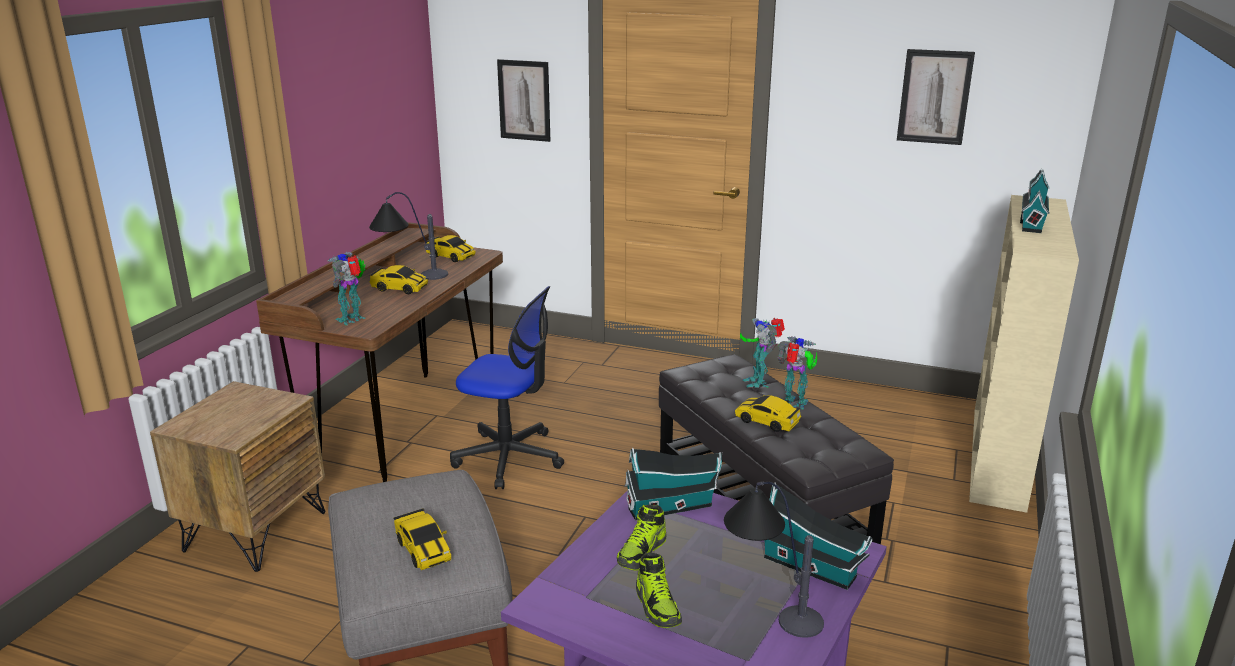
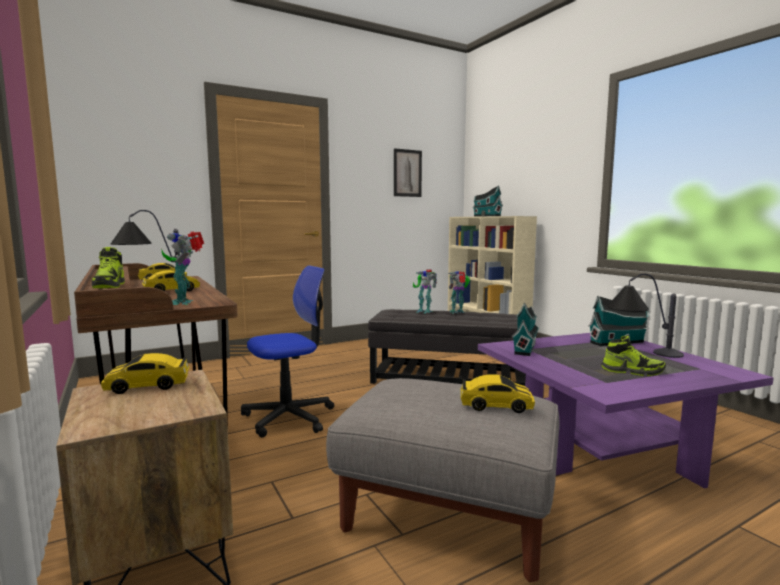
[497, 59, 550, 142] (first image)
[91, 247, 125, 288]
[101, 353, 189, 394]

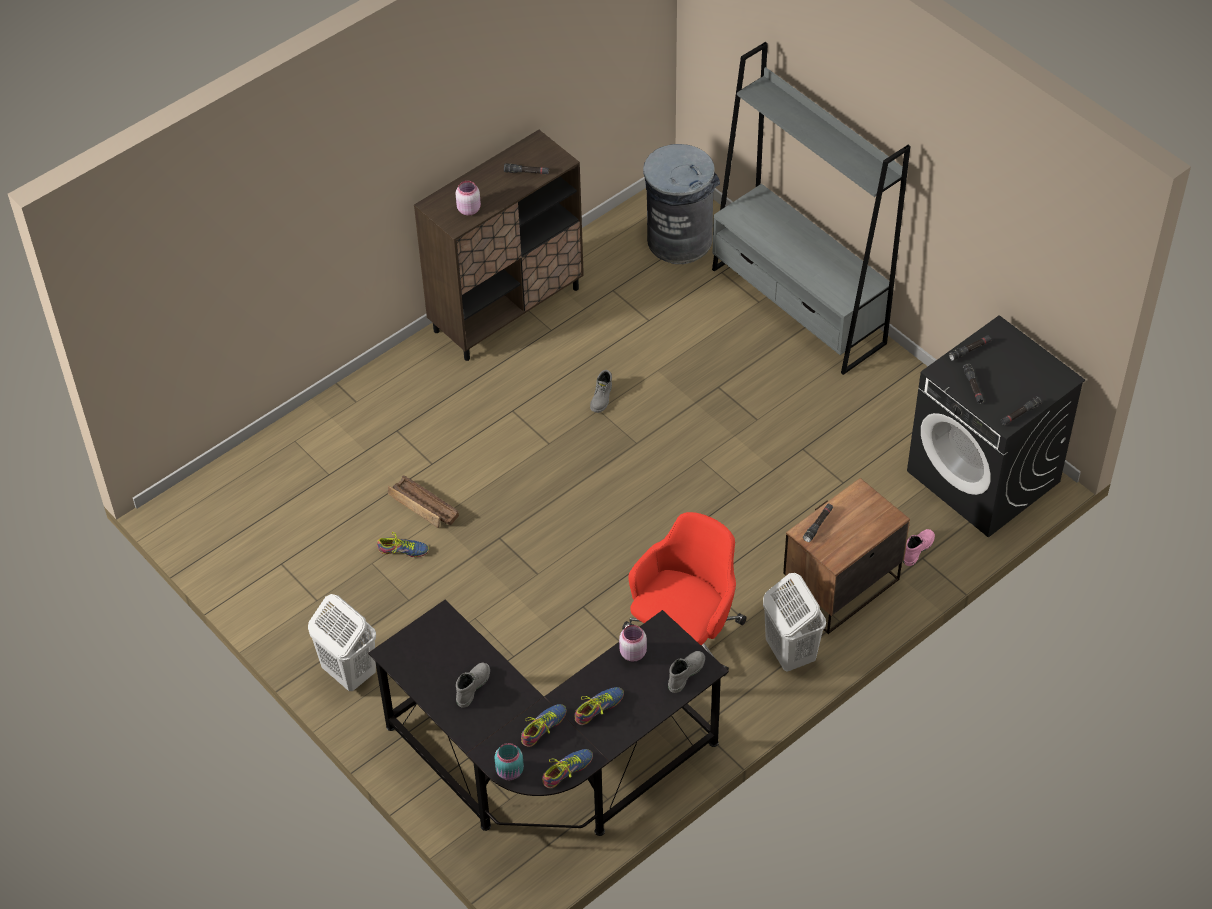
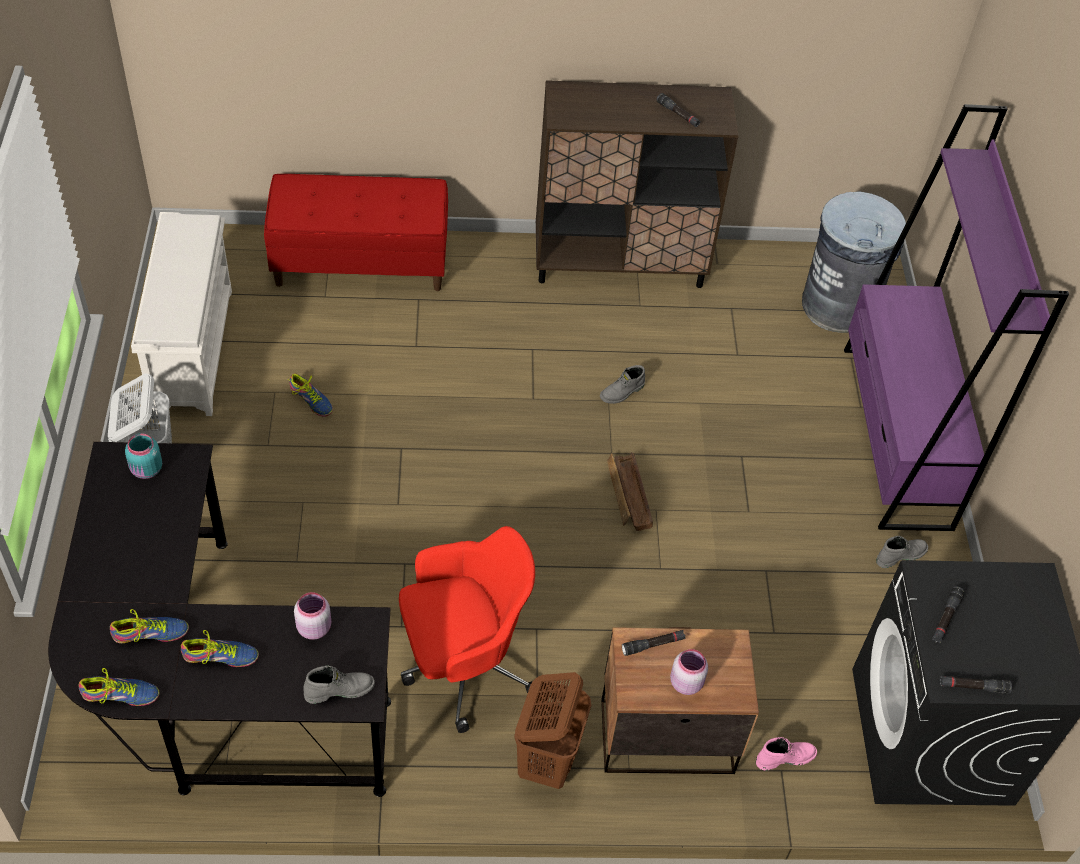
[949, 335, 991, 361] (first image)
[131, 212, 232, 416]
[264, 174, 448, 291]
[607, 452, 653, 531]
[670, 649, 708, 695]
[876, 536, 928, 568]
[125, 433, 162, 479]
[844, 104, 1069, 531]
[514, 672, 591, 789]

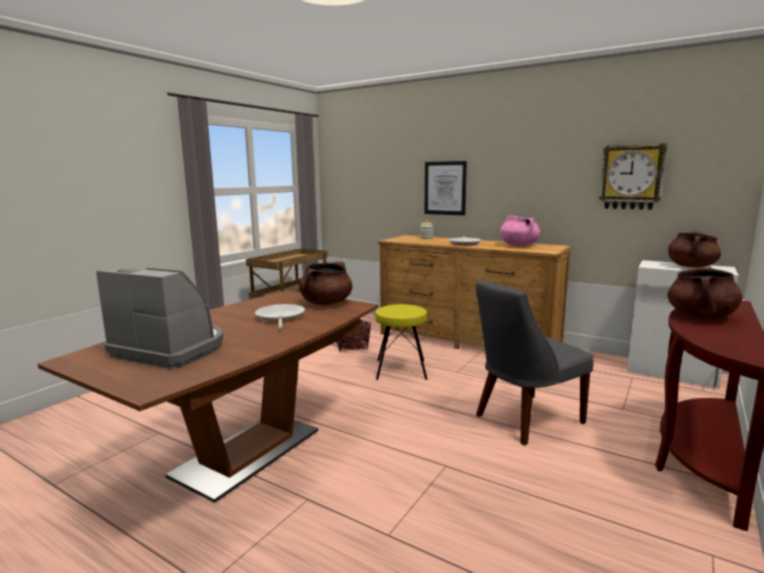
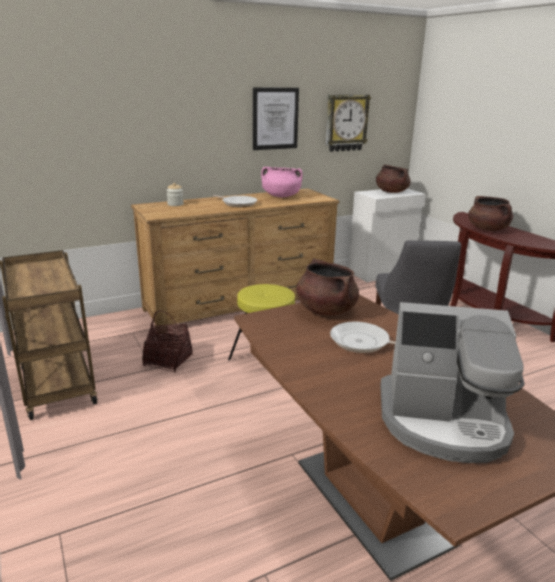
[253, 88, 299, 150]
[380, 302, 525, 463]

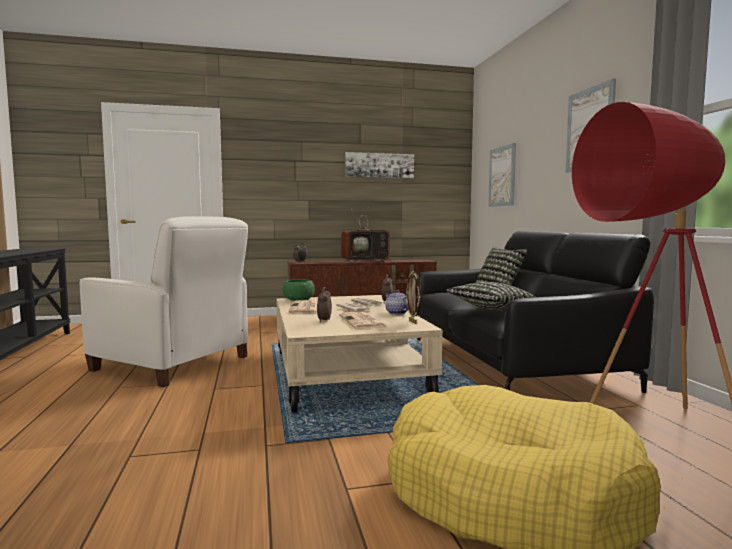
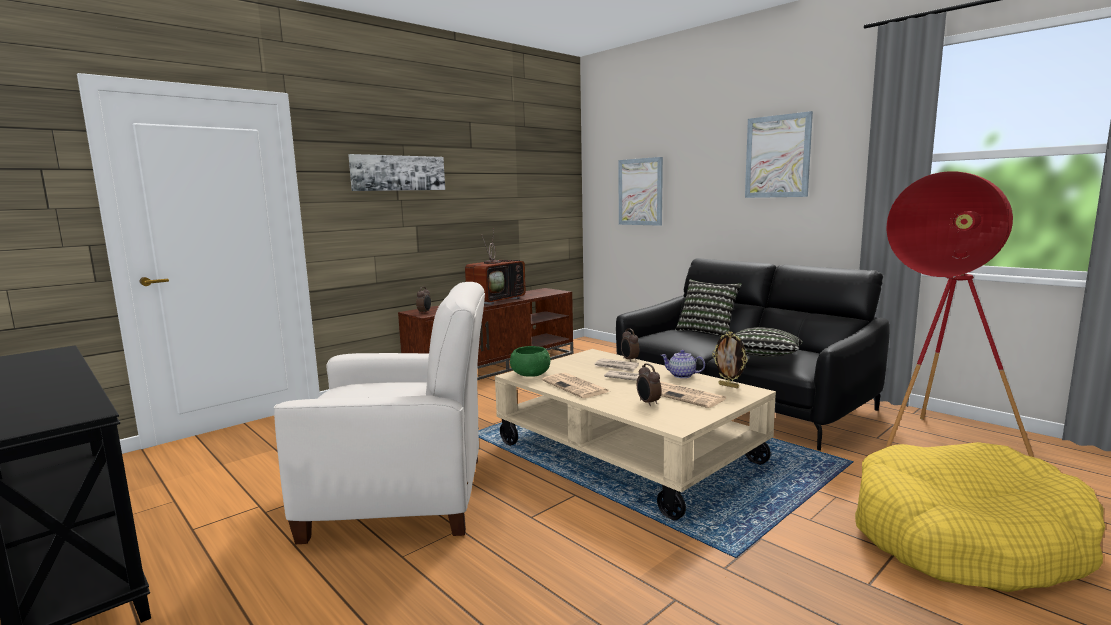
[348, 154, 445, 191]

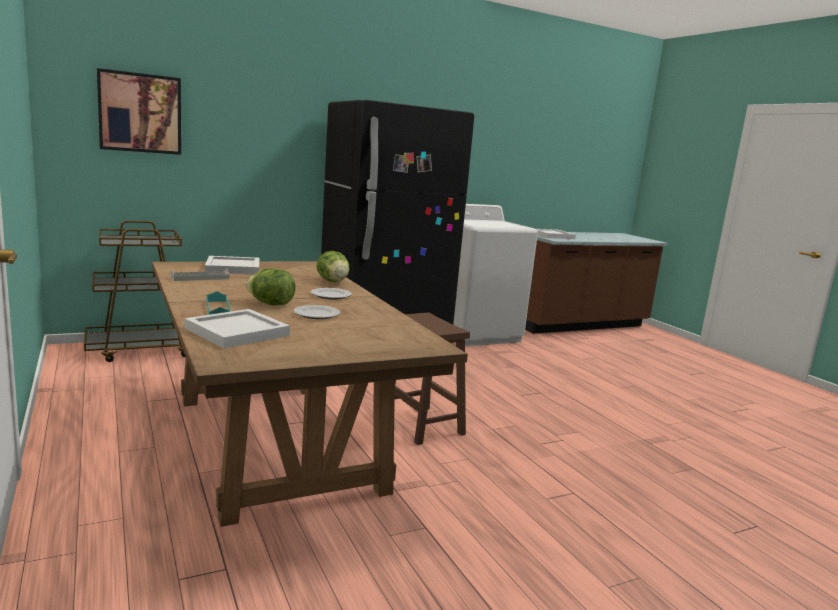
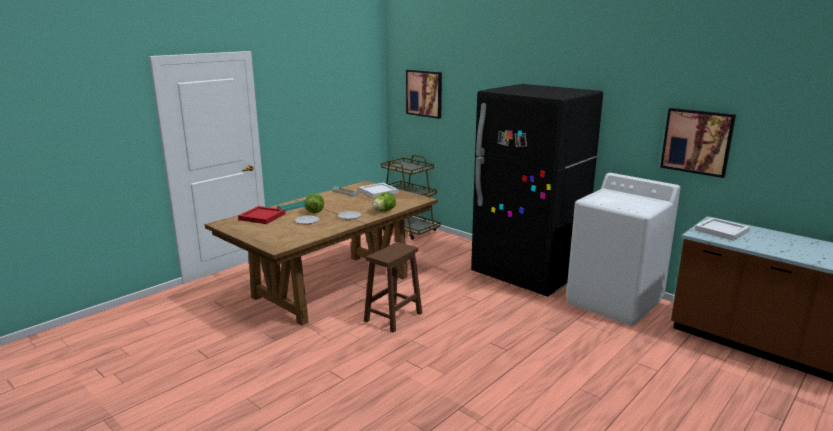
[660, 108, 736, 178]
[238, 206, 286, 224]

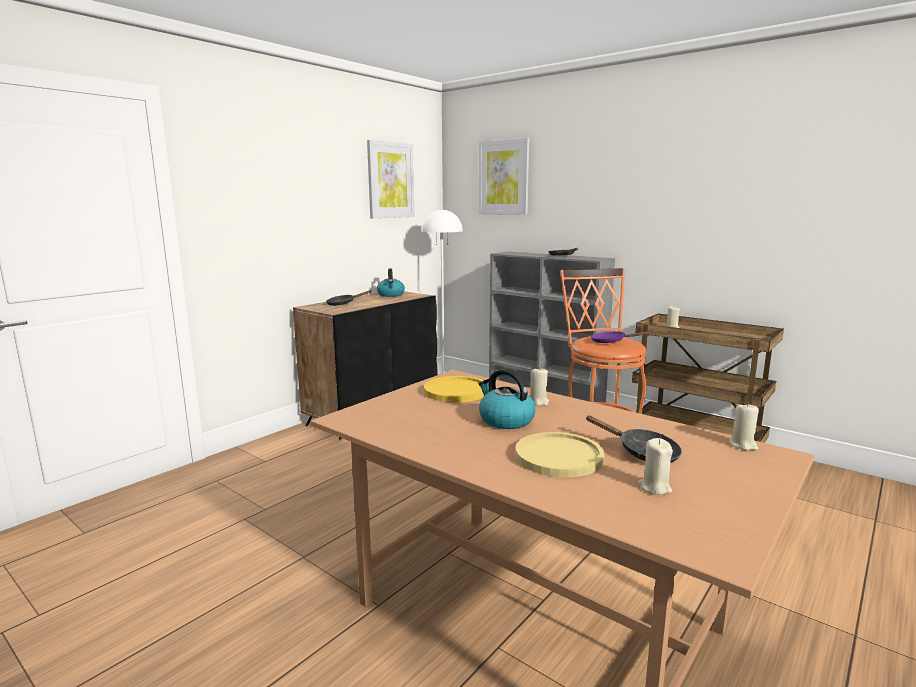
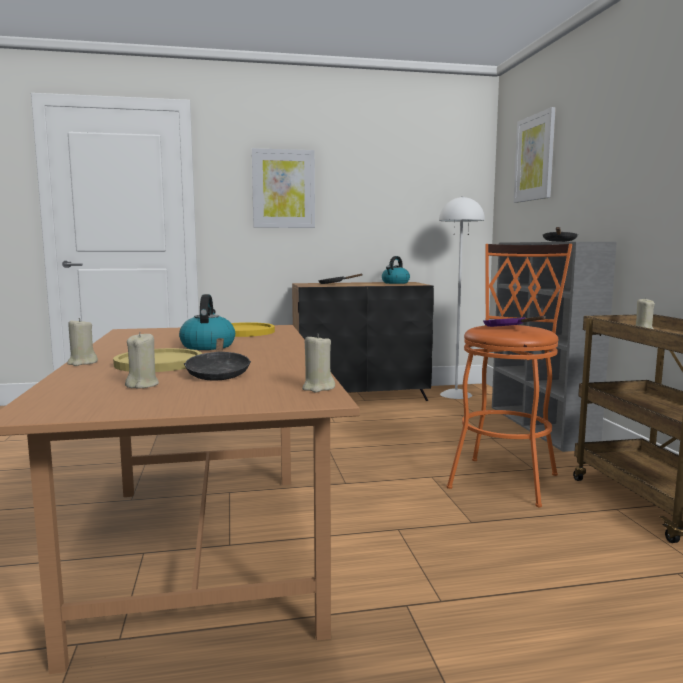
[252, 148, 315, 228]
[67, 318, 98, 366]

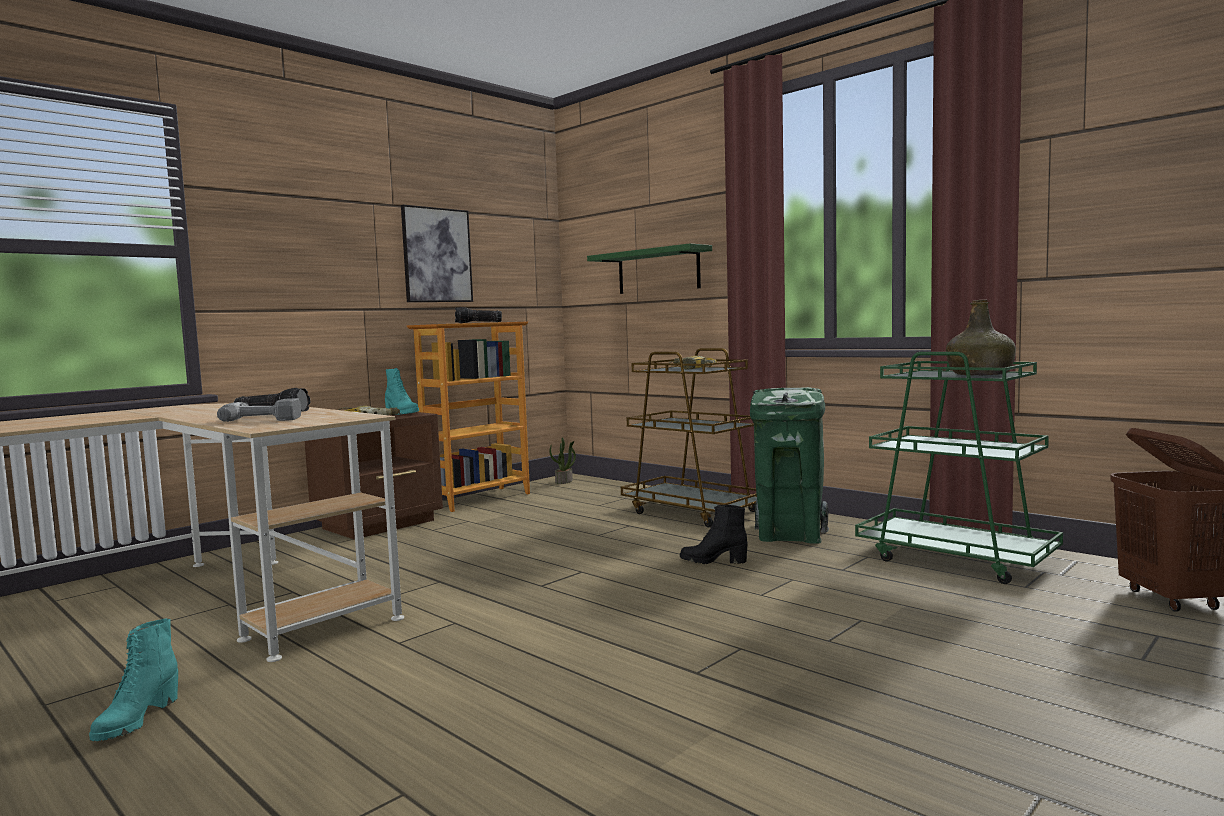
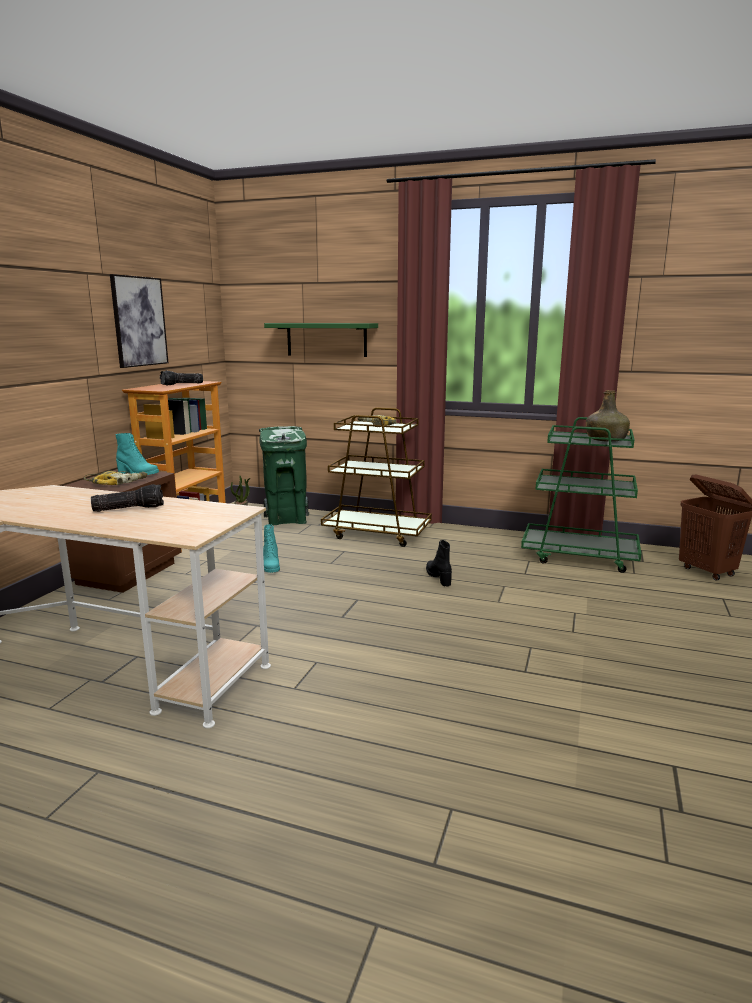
[217, 398, 301, 422] (first image)
[263, 524, 280, 573]
[259, 426, 309, 525]
[426, 540, 452, 587]

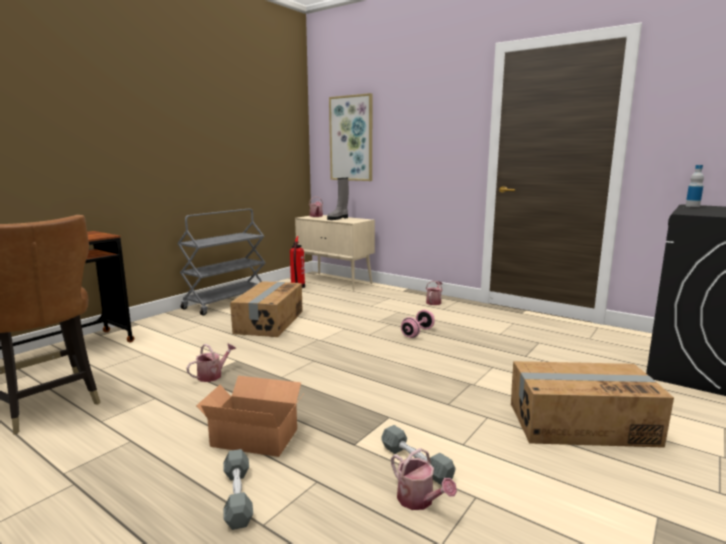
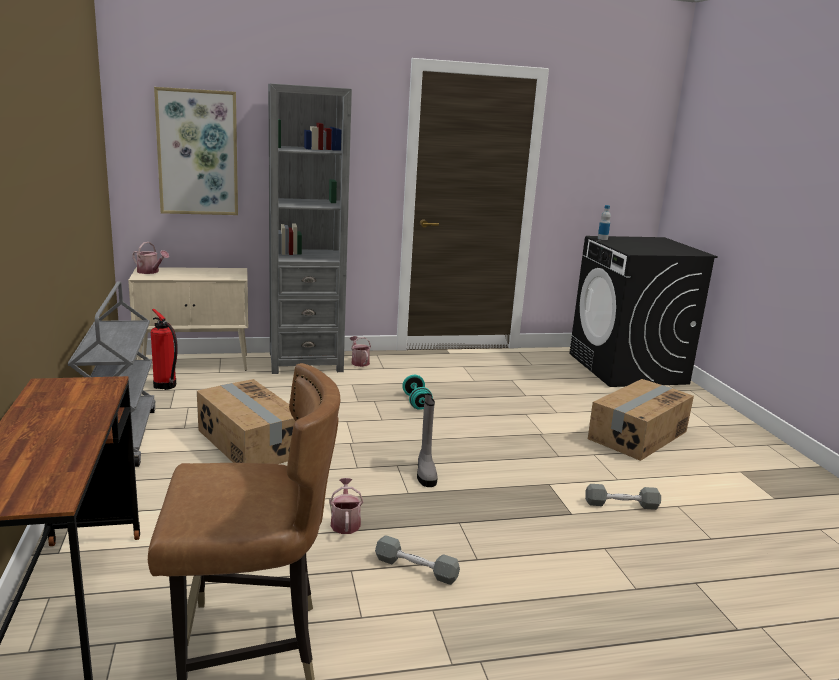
[196, 376, 303, 457] (first image)
[391, 448, 457, 510] (first image)
[268, 83, 352, 374]
[375, 535, 460, 585]
[417, 393, 438, 487]
[402, 375, 433, 410]

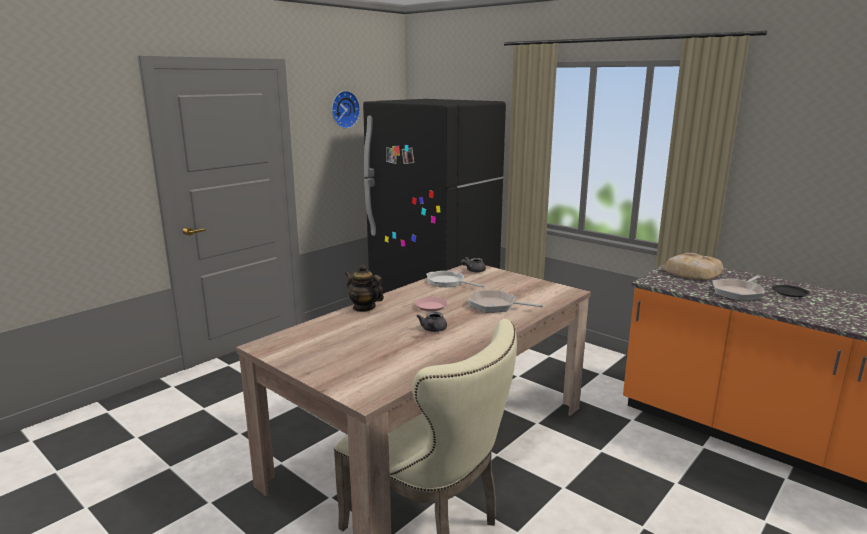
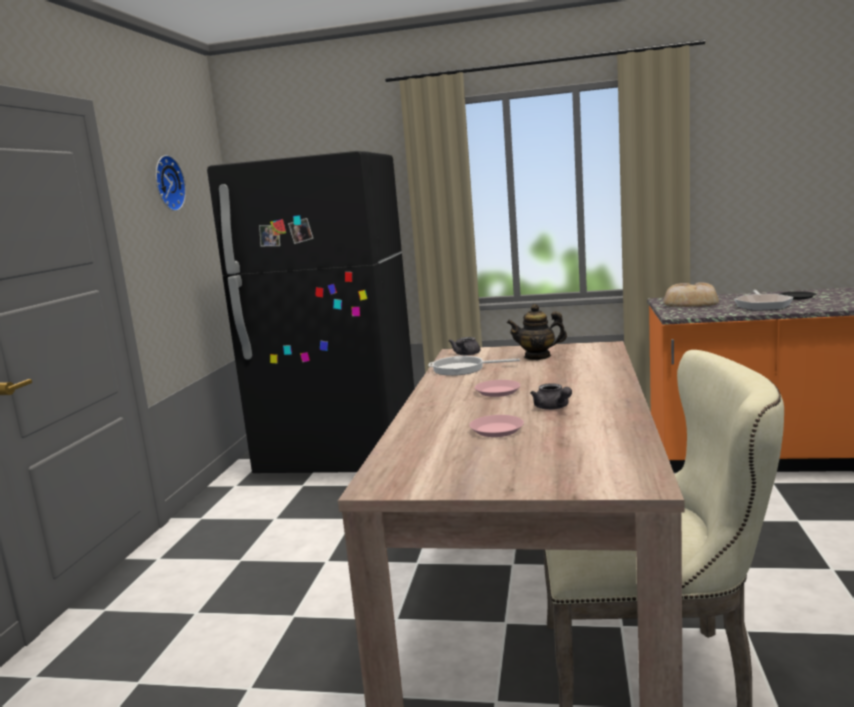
[468, 290, 544, 313] (first image)
[470, 415, 524, 437]
[507, 304, 567, 360]

